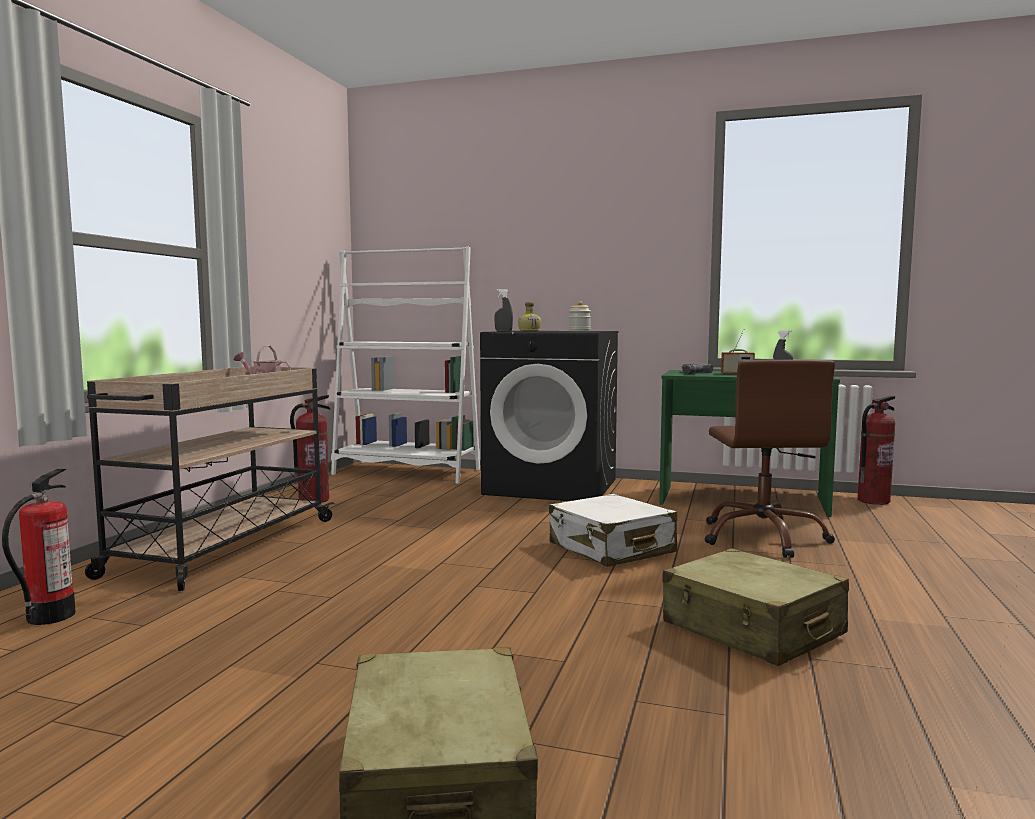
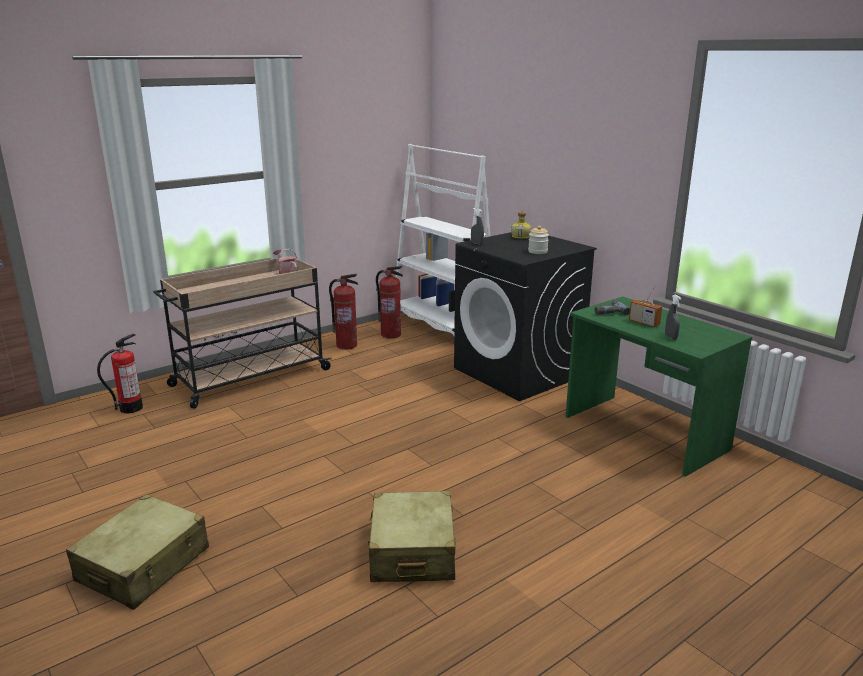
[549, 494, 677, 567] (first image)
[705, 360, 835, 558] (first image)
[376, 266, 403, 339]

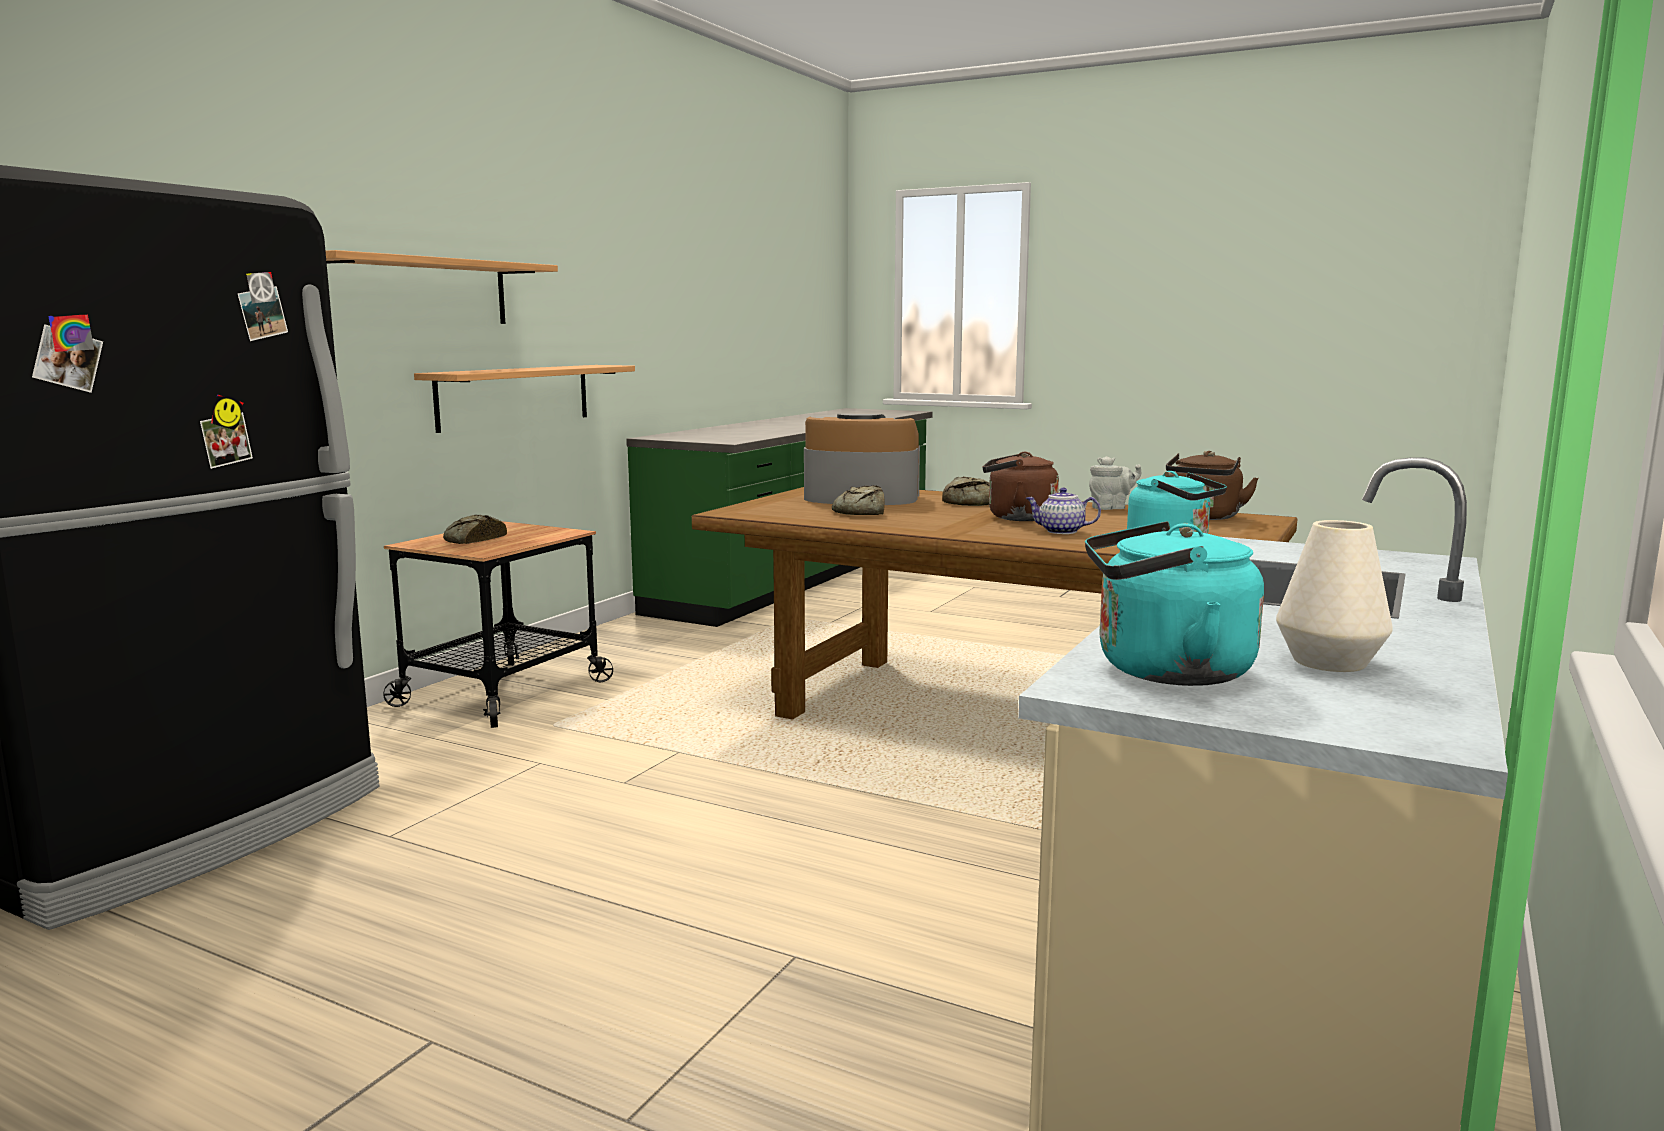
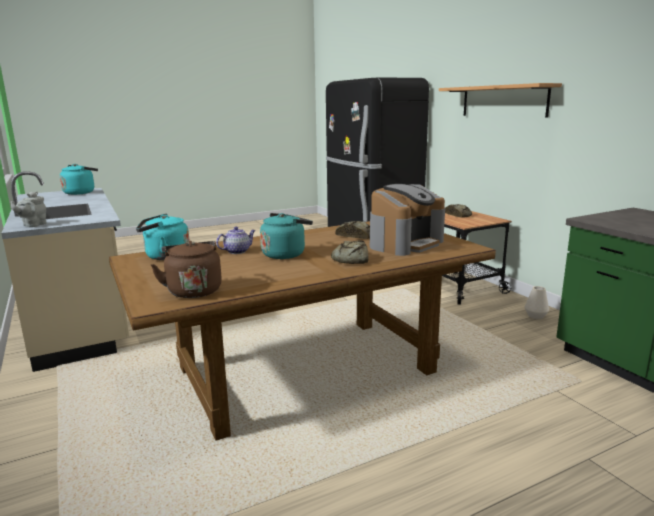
[414, 365, 635, 433] (first image)
[11, 191, 47, 227]
[525, 286, 549, 319]
[260, 213, 313, 259]

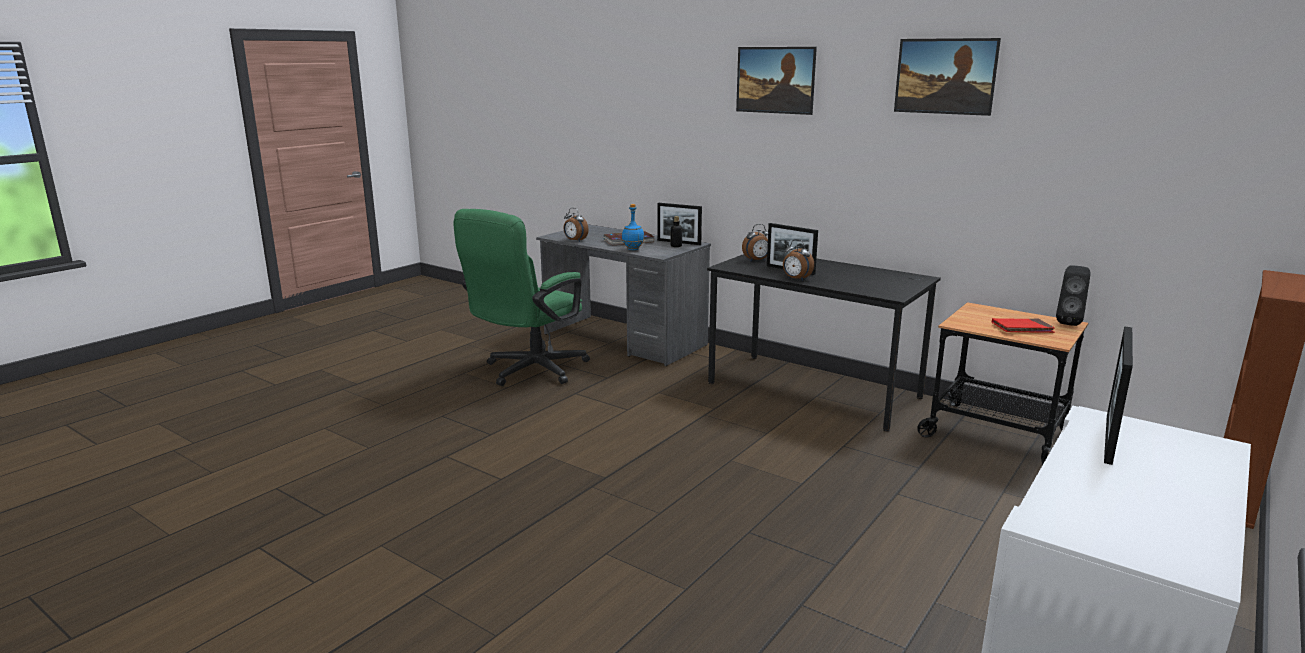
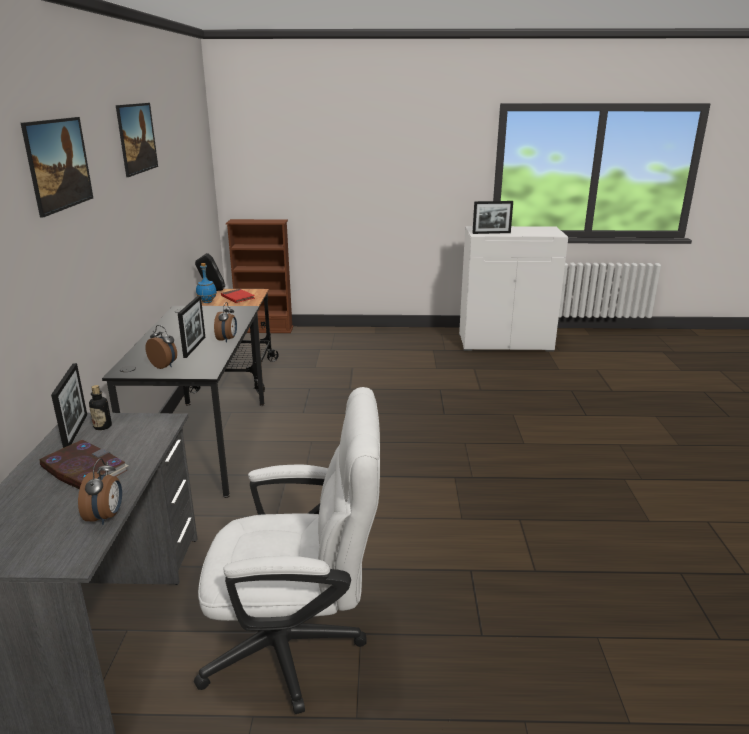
[196, 263, 217, 303]
[194, 387, 380, 714]

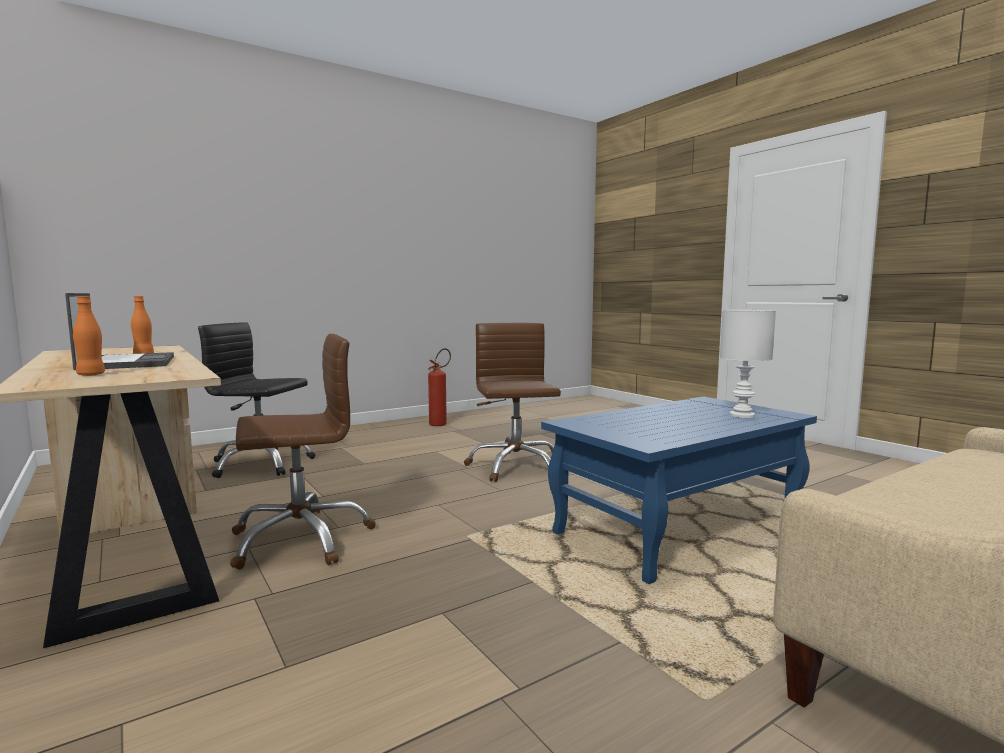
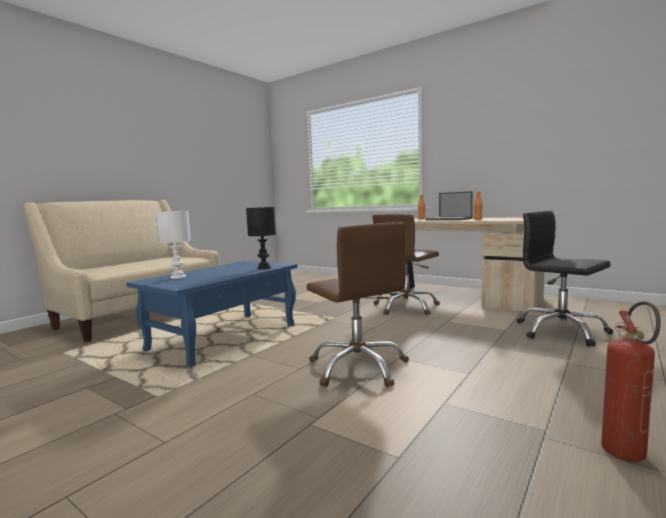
[246, 207, 276, 269]
[517, 210, 613, 347]

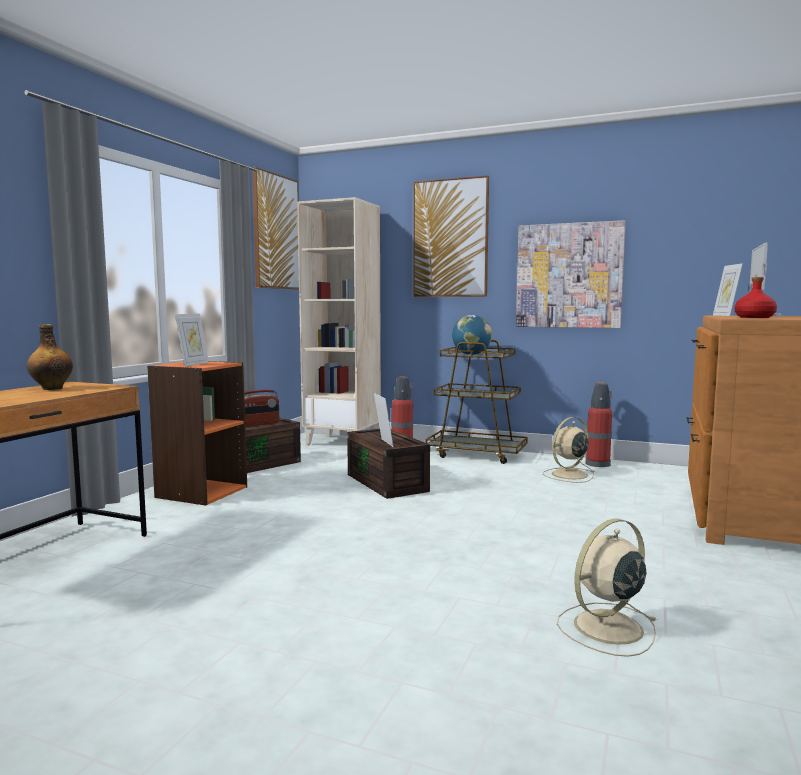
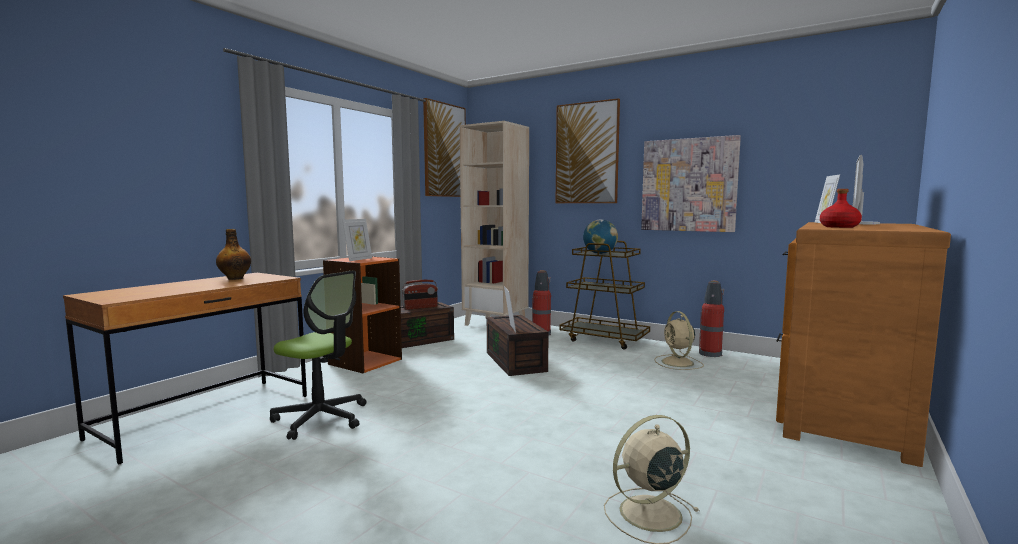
[270, 270, 367, 440]
[654, 311, 704, 370]

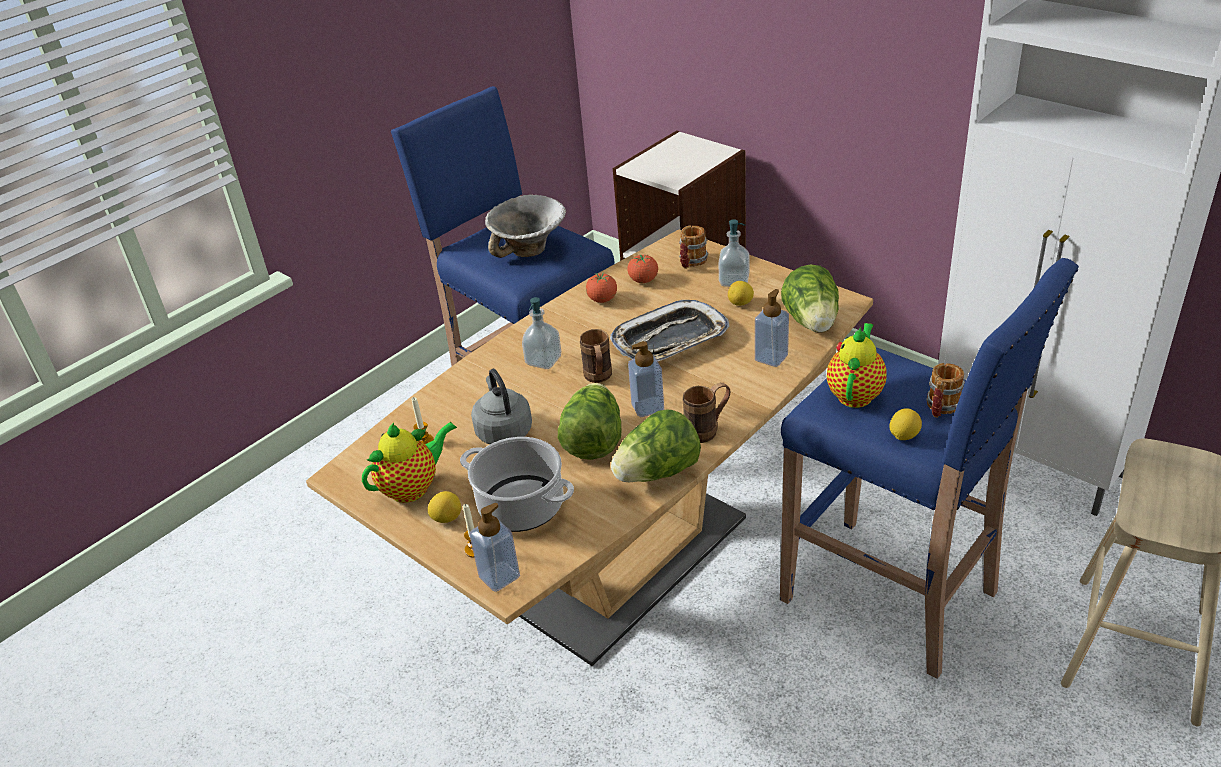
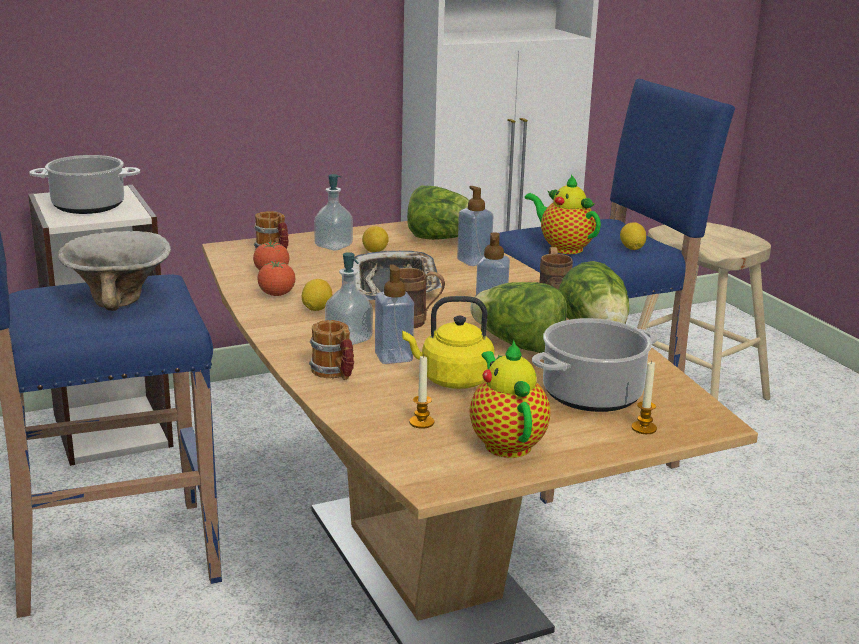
[29, 155, 140, 214]
[301, 279, 332, 311]
[375, 264, 414, 364]
[309, 320, 354, 380]
[402, 296, 495, 389]

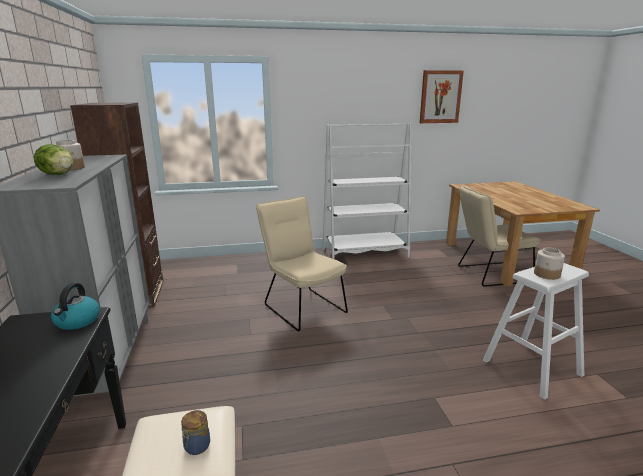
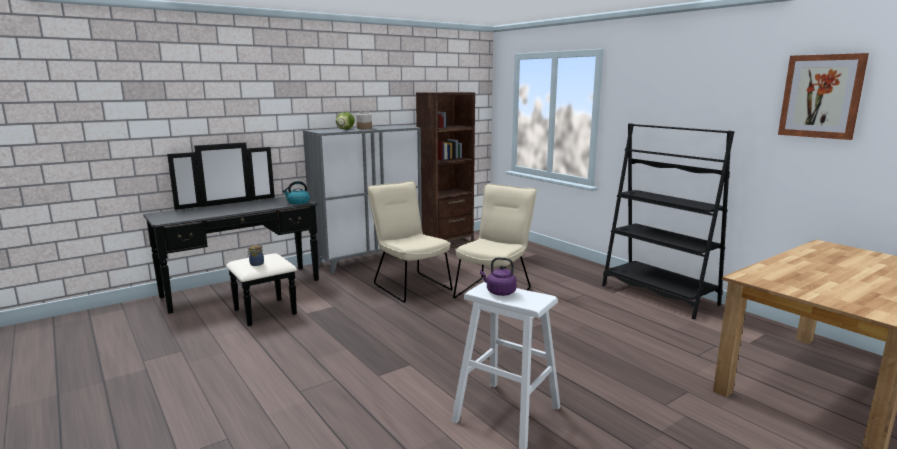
[367, 181, 452, 303]
[480, 257, 517, 296]
[602, 123, 734, 319]

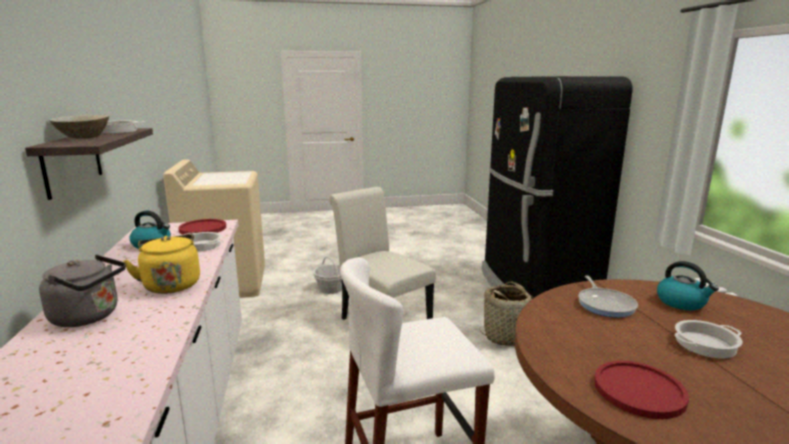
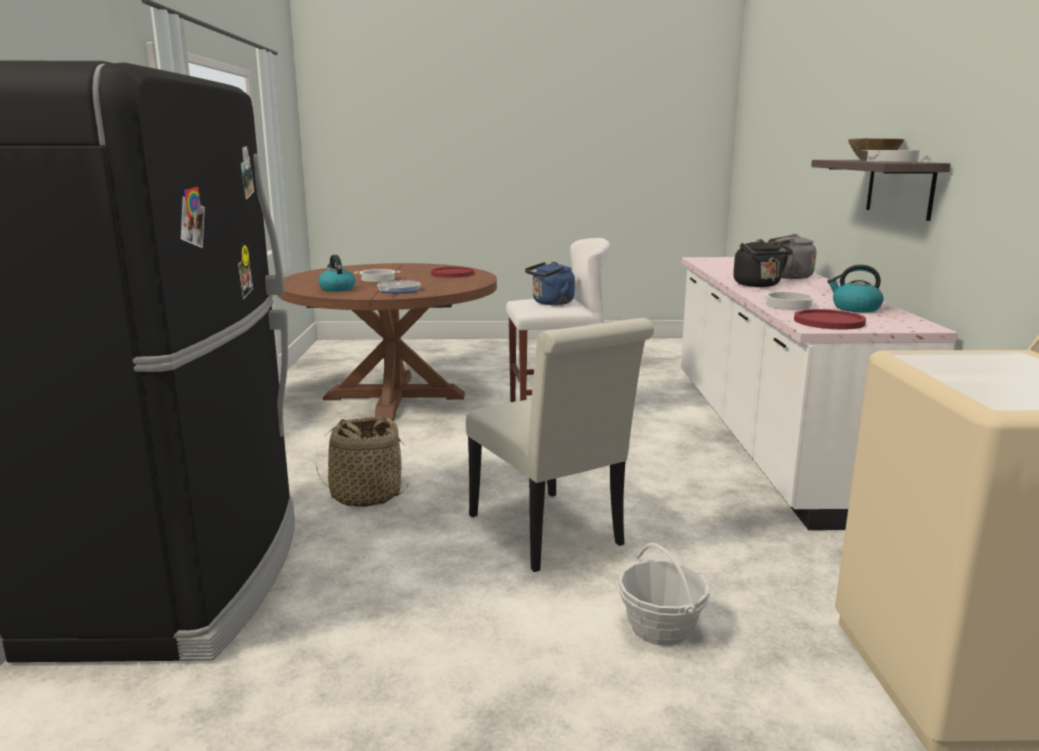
[525, 262, 575, 305]
[733, 239, 793, 287]

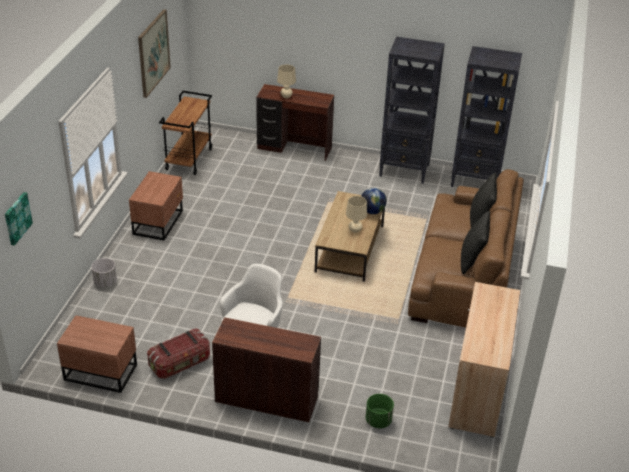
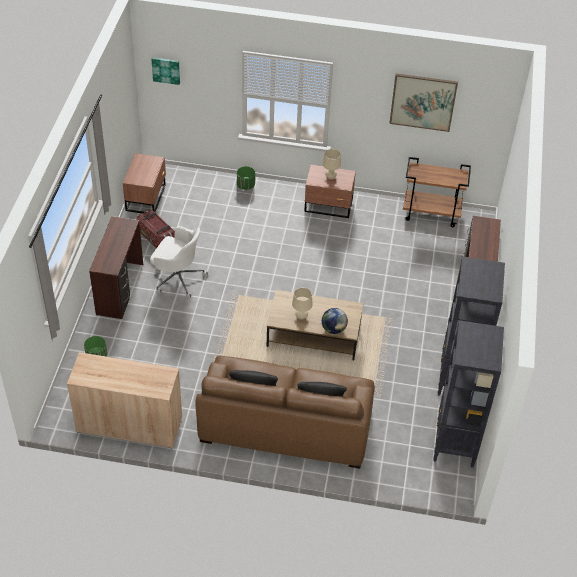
[323, 149, 341, 179]
[237, 166, 255, 190]

